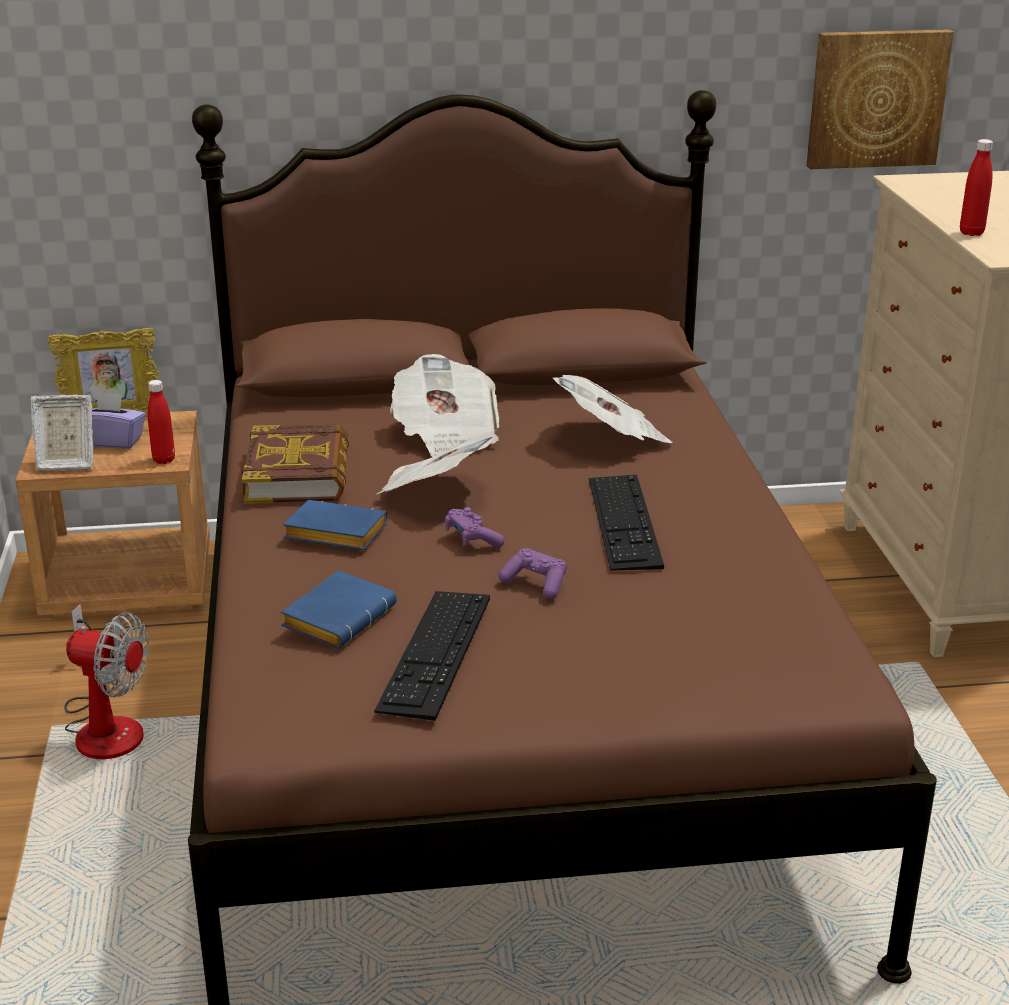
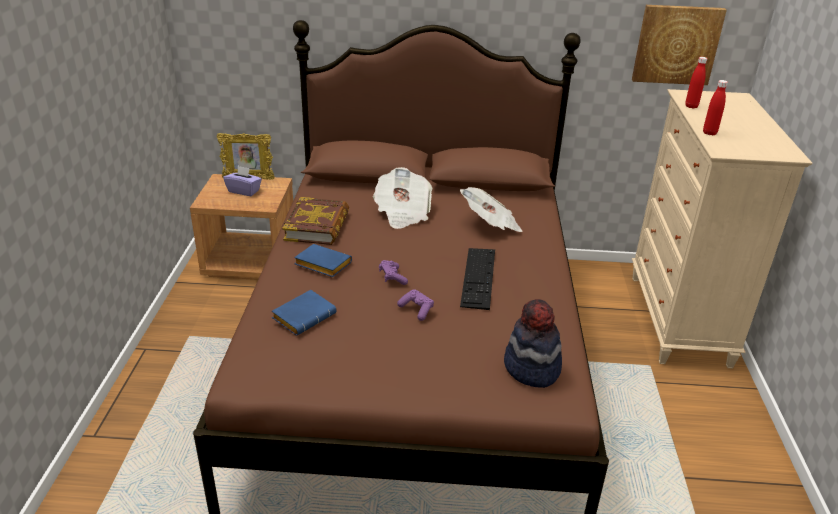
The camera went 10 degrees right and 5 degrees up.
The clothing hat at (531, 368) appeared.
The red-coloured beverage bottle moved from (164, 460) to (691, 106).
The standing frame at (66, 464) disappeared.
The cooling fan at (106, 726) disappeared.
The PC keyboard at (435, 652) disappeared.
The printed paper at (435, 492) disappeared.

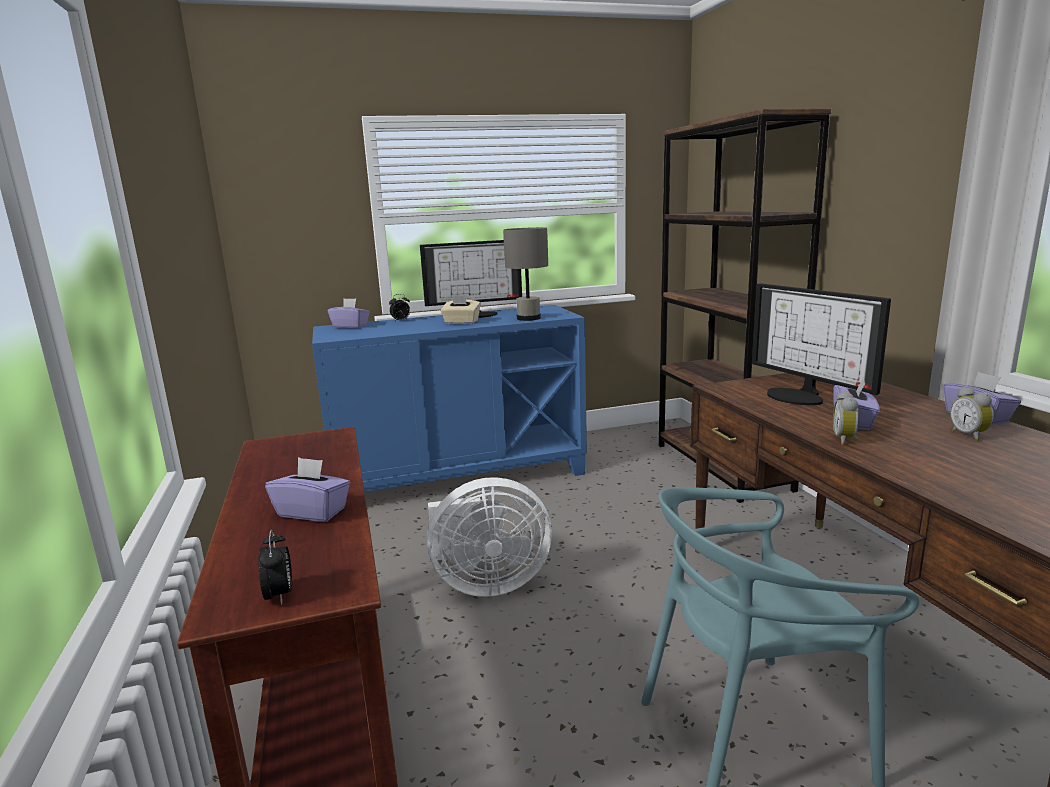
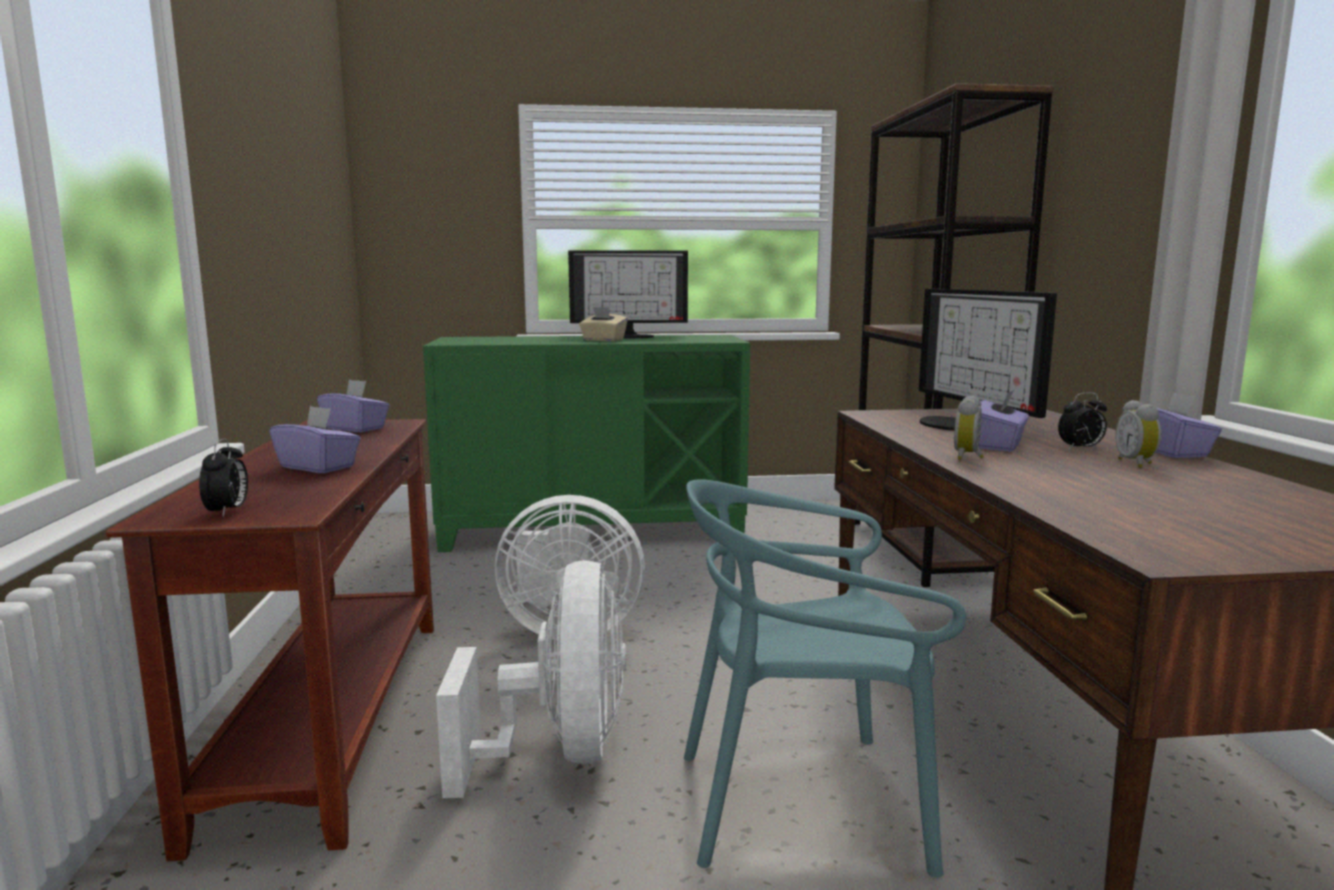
The camera went 10 degrees right and 5 degrees down.
The purplish tissue holder moved from (350, 326) to (355, 428).
The bluish cabinet at (459, 476) became the greenish cabinet at (593, 531).
The white cooling fan at (560, 752) appeared.
The table clock moved from (401, 321) to (1080, 449).
The gray tabletop lamp at (528, 318) disappeared.

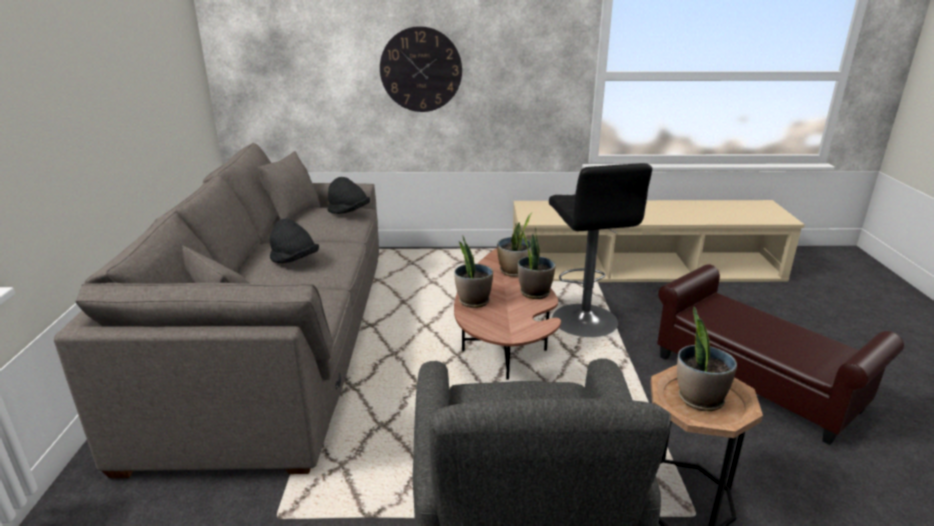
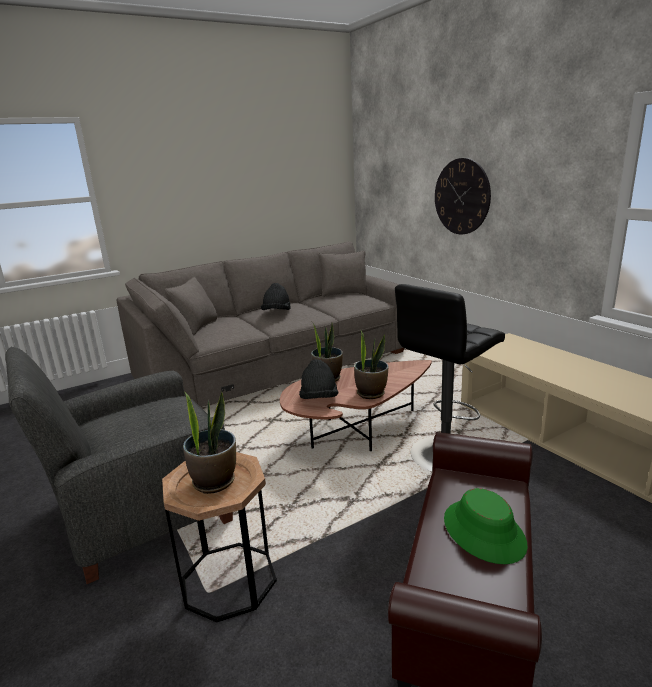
The camera went 60 degrees right and 5 degrees down.
The black-coloured clothing hat moved from (349, 212) to (319, 399).
The greenish clothing hat at (484, 531) appeared.
The potted plant at (513, 271) disappeared.

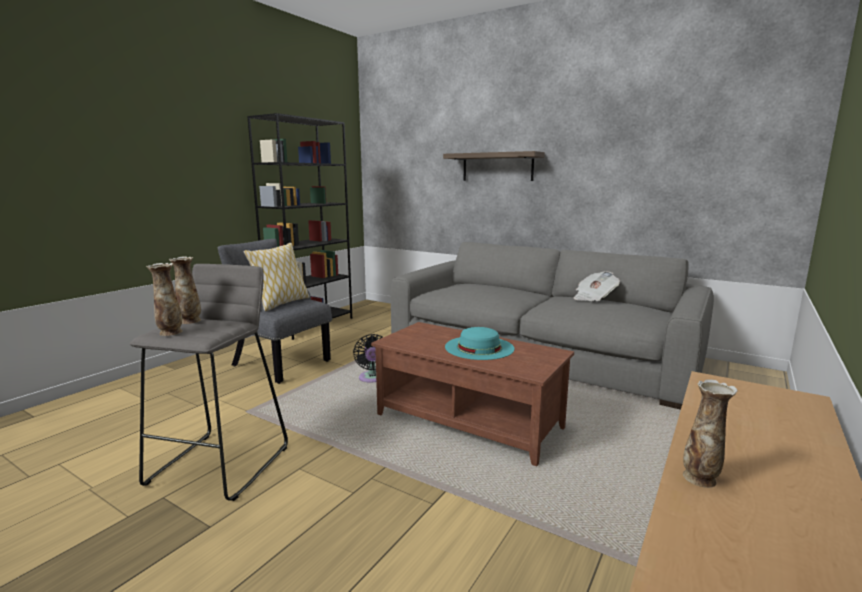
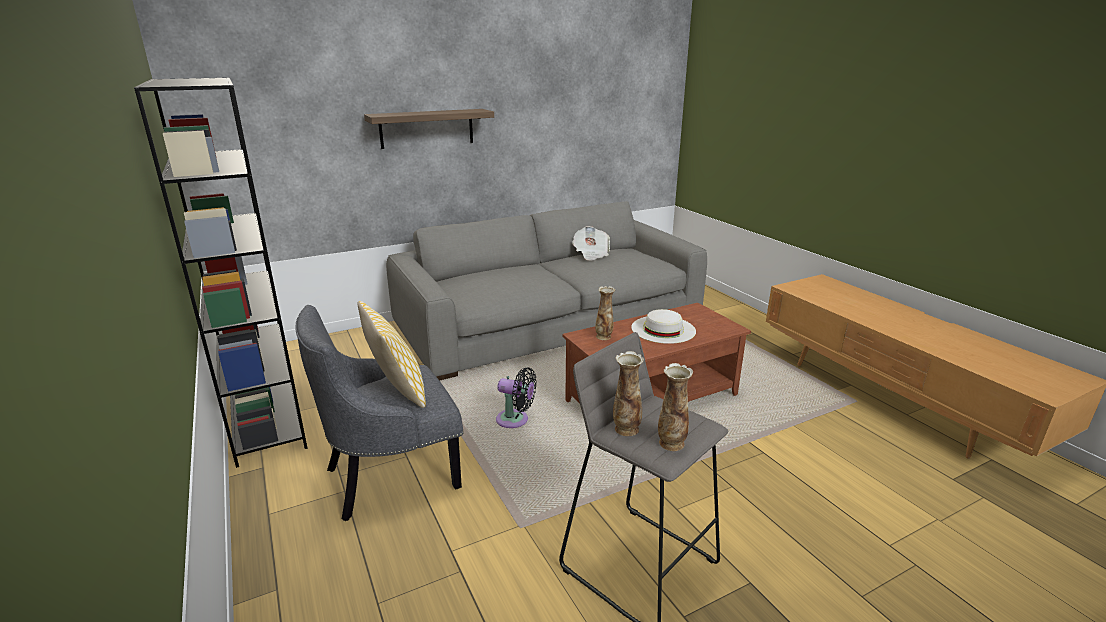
The camera went 60 degrees left and 10 degrees up.
The vase moved from (700, 479) to (604, 336).
The turquoise-coloured clothing hat at (479, 347) became the white clothing hat at (663, 329).

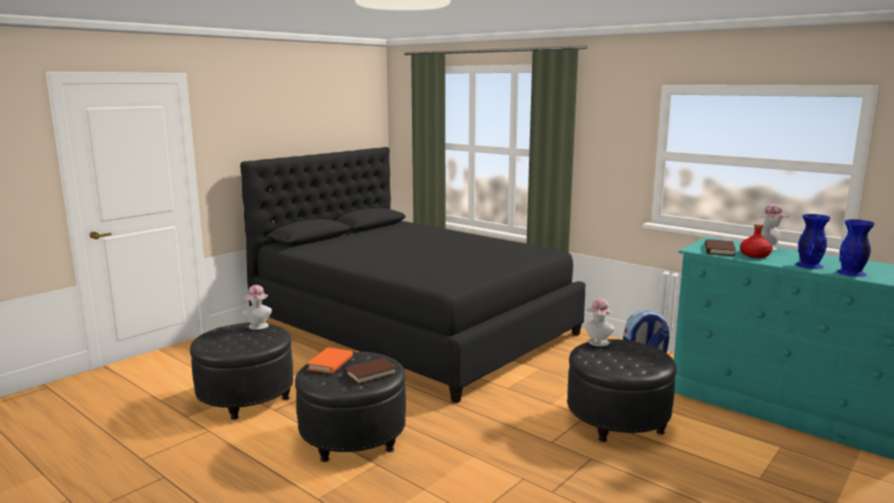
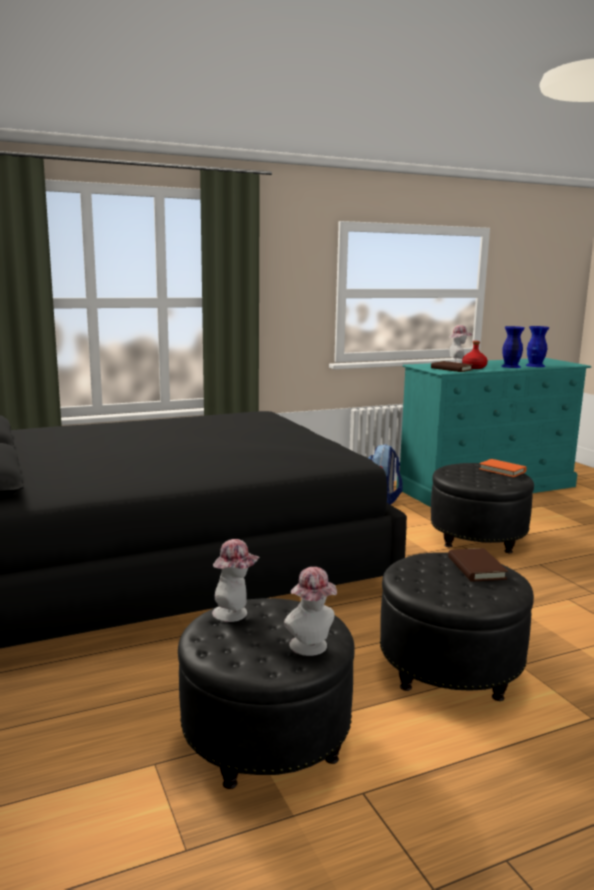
The camera went 65 degrees left and 0 degrees up.
The clothing hat moved from (597, 343) to (311, 648).
The orange-coloured volume moved from (330, 363) to (502, 470).

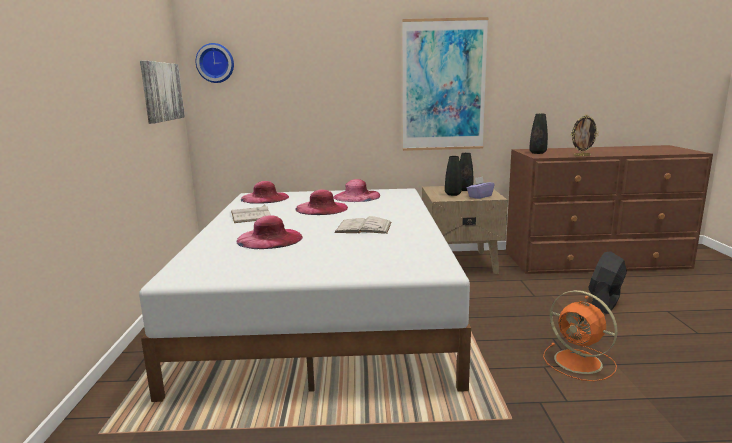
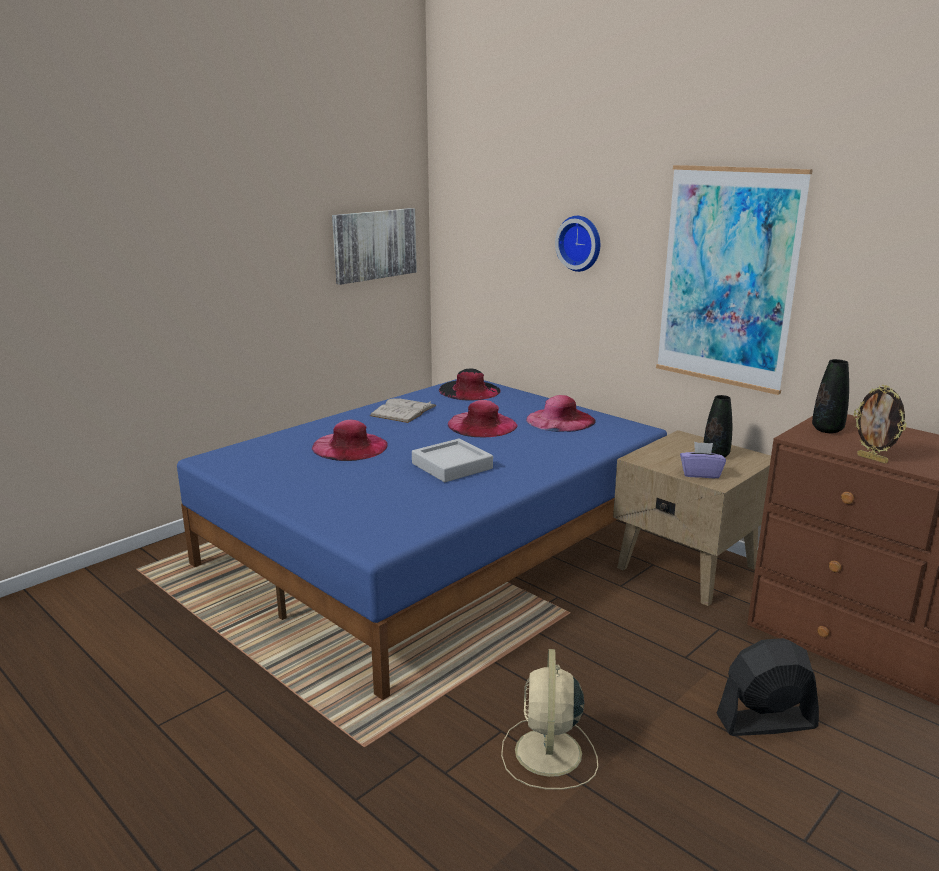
The camera went 45 degrees right and 5 degrees up.
The white bed at (324, 306) became the bluish bed at (436, 546).
The white volume at (363, 227) was replaced by the gray tray at (452, 466).
The pink clothing hat at (265, 198) became the black-coloured clothing hat at (469, 390).
The orange-coloured cooling fan at (580, 362) became the beige cooling fan at (548, 754).
The wall clock moved from (215, 63) to (580, 243).
The black-coloured vase at (453, 194) disappeared.

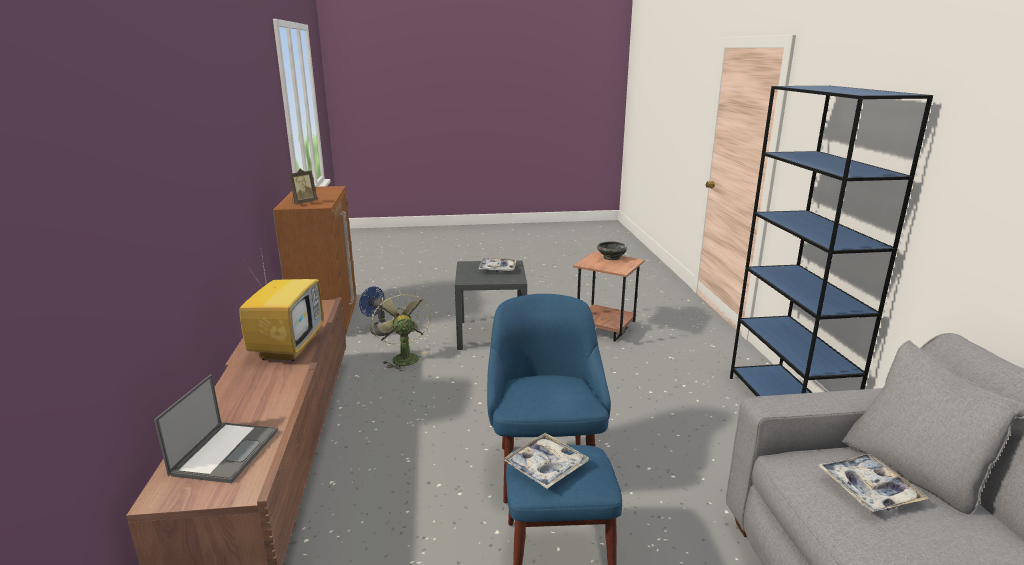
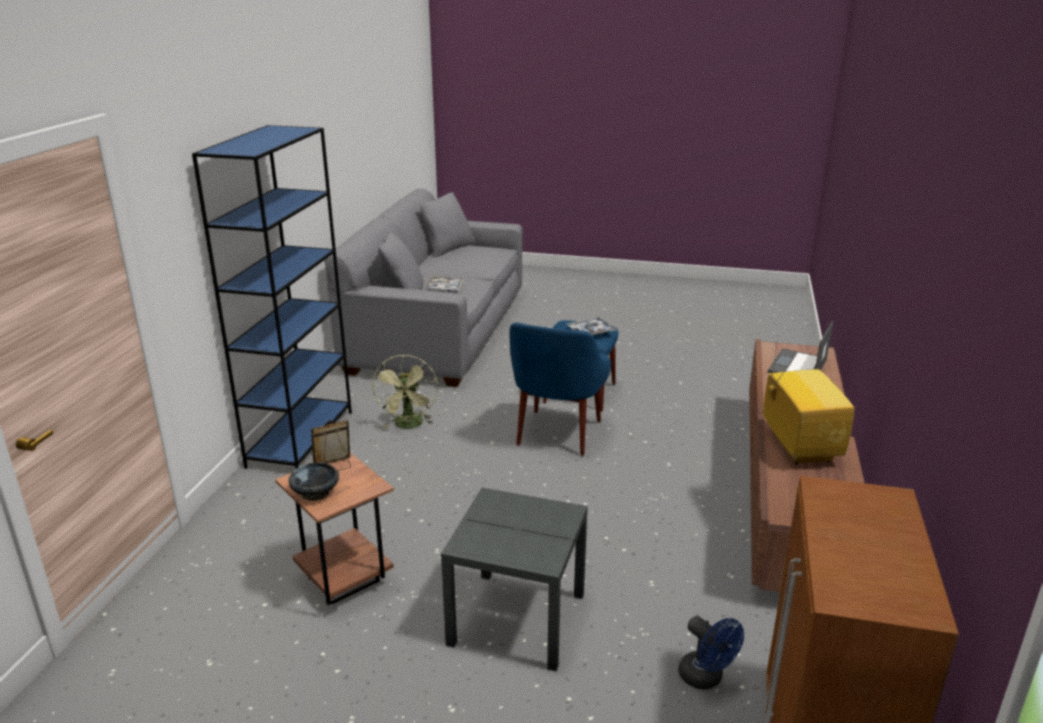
The camera went 160 degrees left and 5 degrees up.
The standing frame moved from (303, 203) to (334, 467).
The greenish cooling fan moved from (403, 357) to (409, 425).
The TV at (288, 347) turned 150 degrees clockwise.
The tray at (497, 269) disappeared.

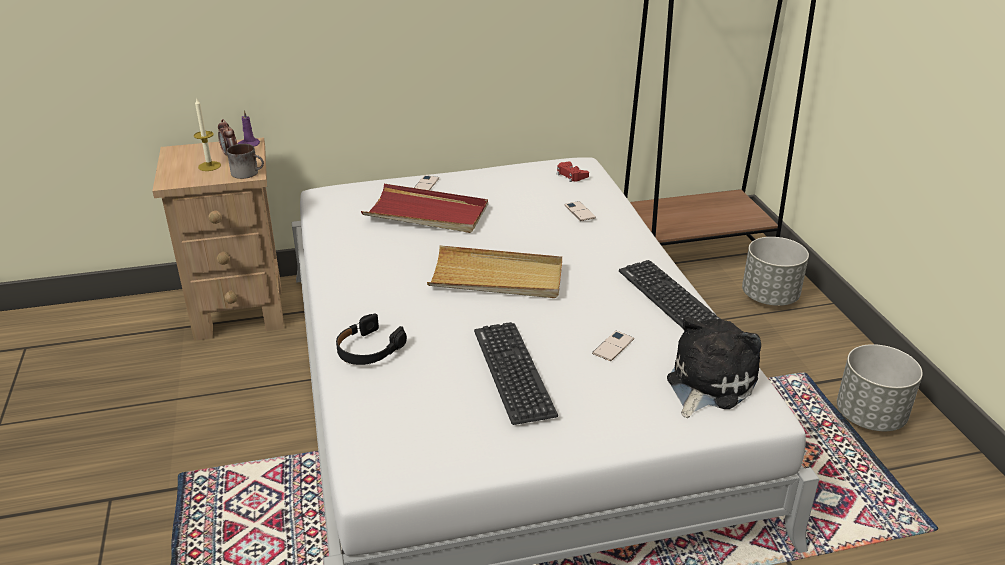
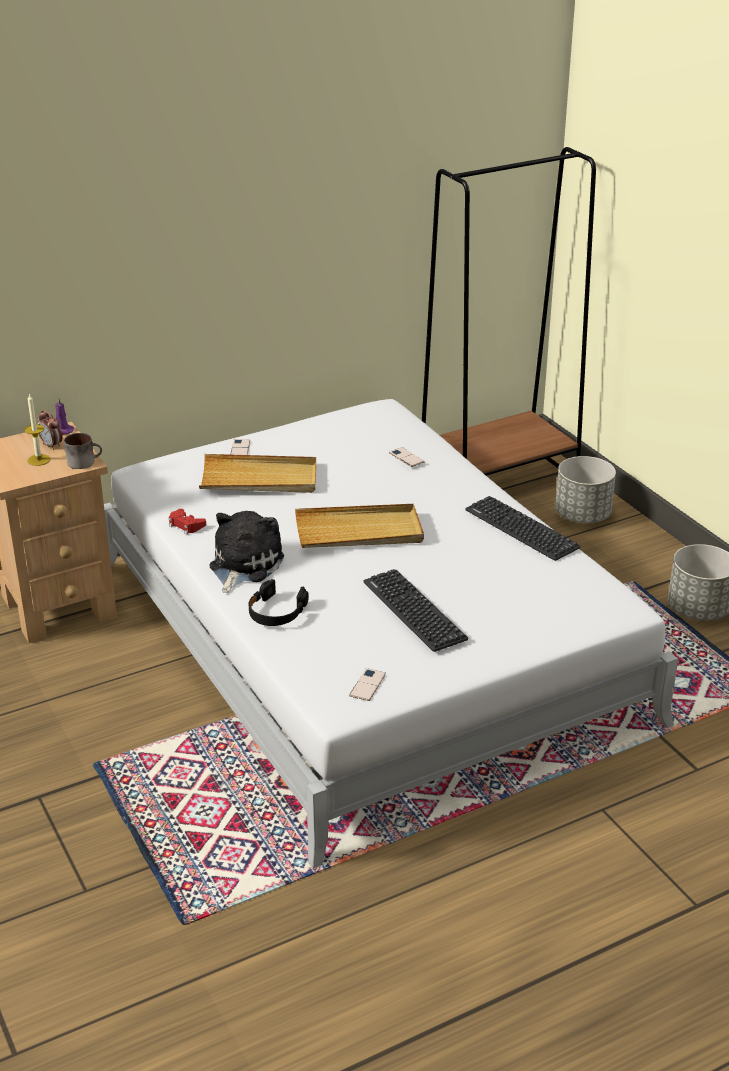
The camera went 15 degrees left and 0 degrees up.
The red-coloured joypad moved from (571, 175) to (186, 525).
The red-coloured tray at (427, 213) became the beige tray at (259, 479).
The soft toy moved from (707, 383) to (243, 565).
The handset moved from (613, 346) to (367, 685).

